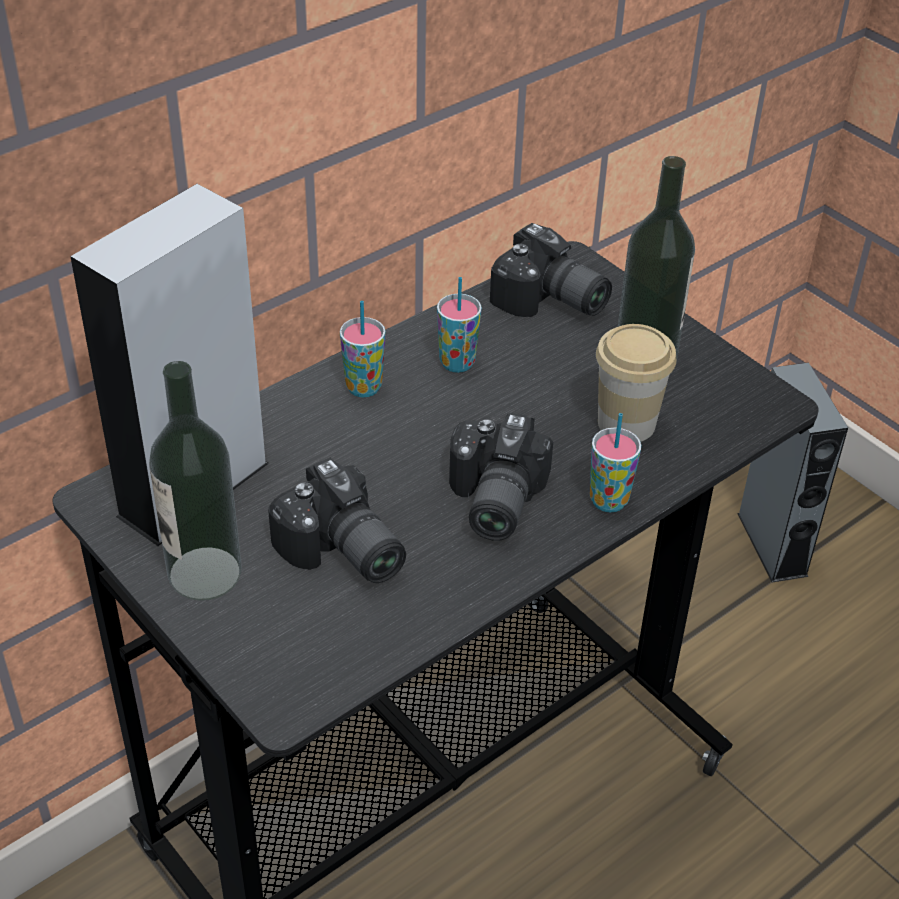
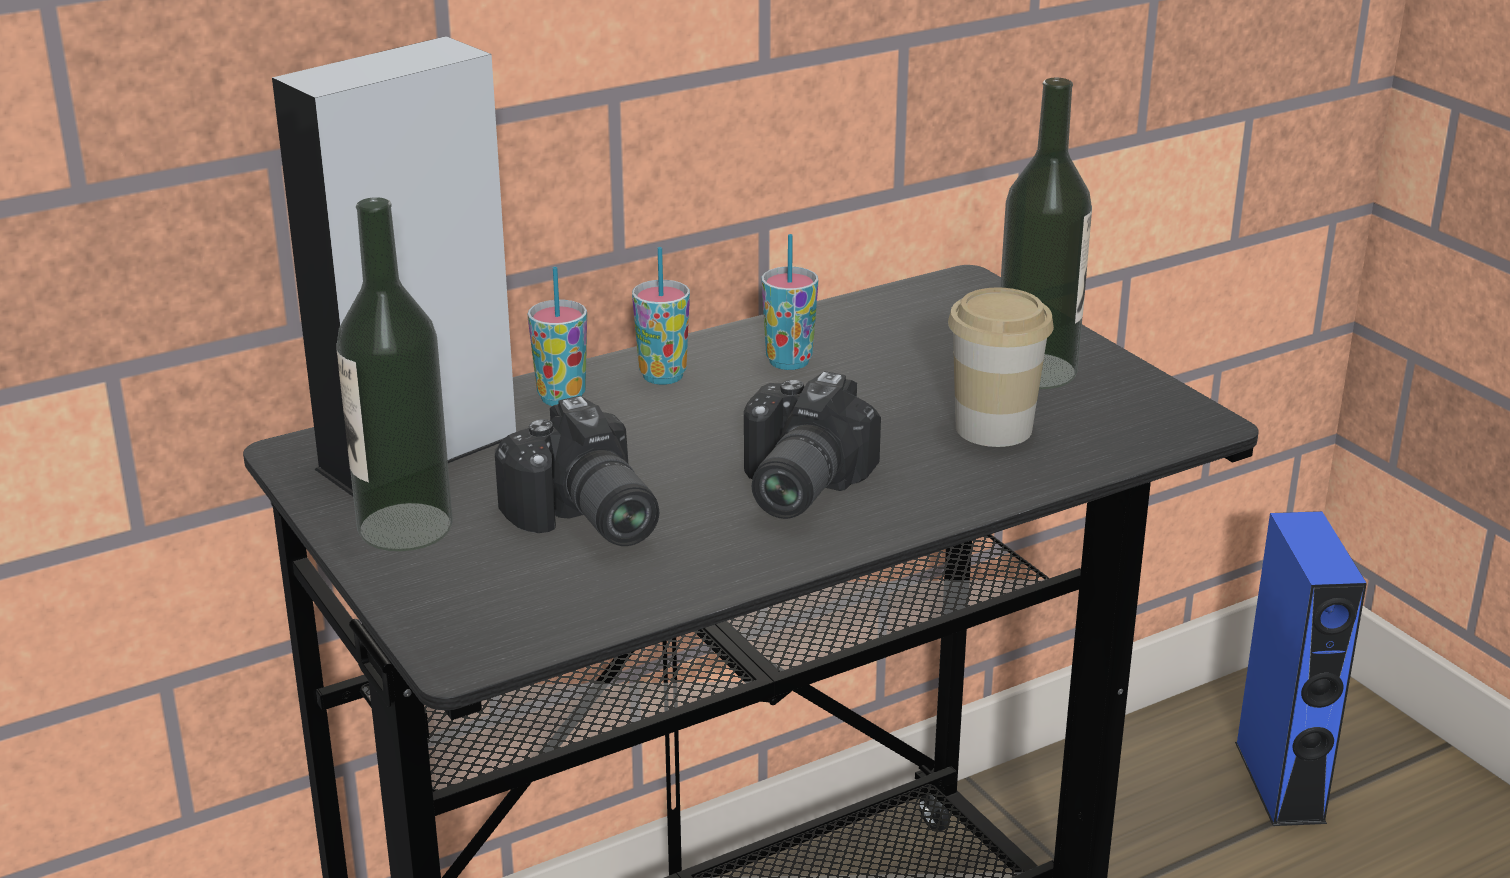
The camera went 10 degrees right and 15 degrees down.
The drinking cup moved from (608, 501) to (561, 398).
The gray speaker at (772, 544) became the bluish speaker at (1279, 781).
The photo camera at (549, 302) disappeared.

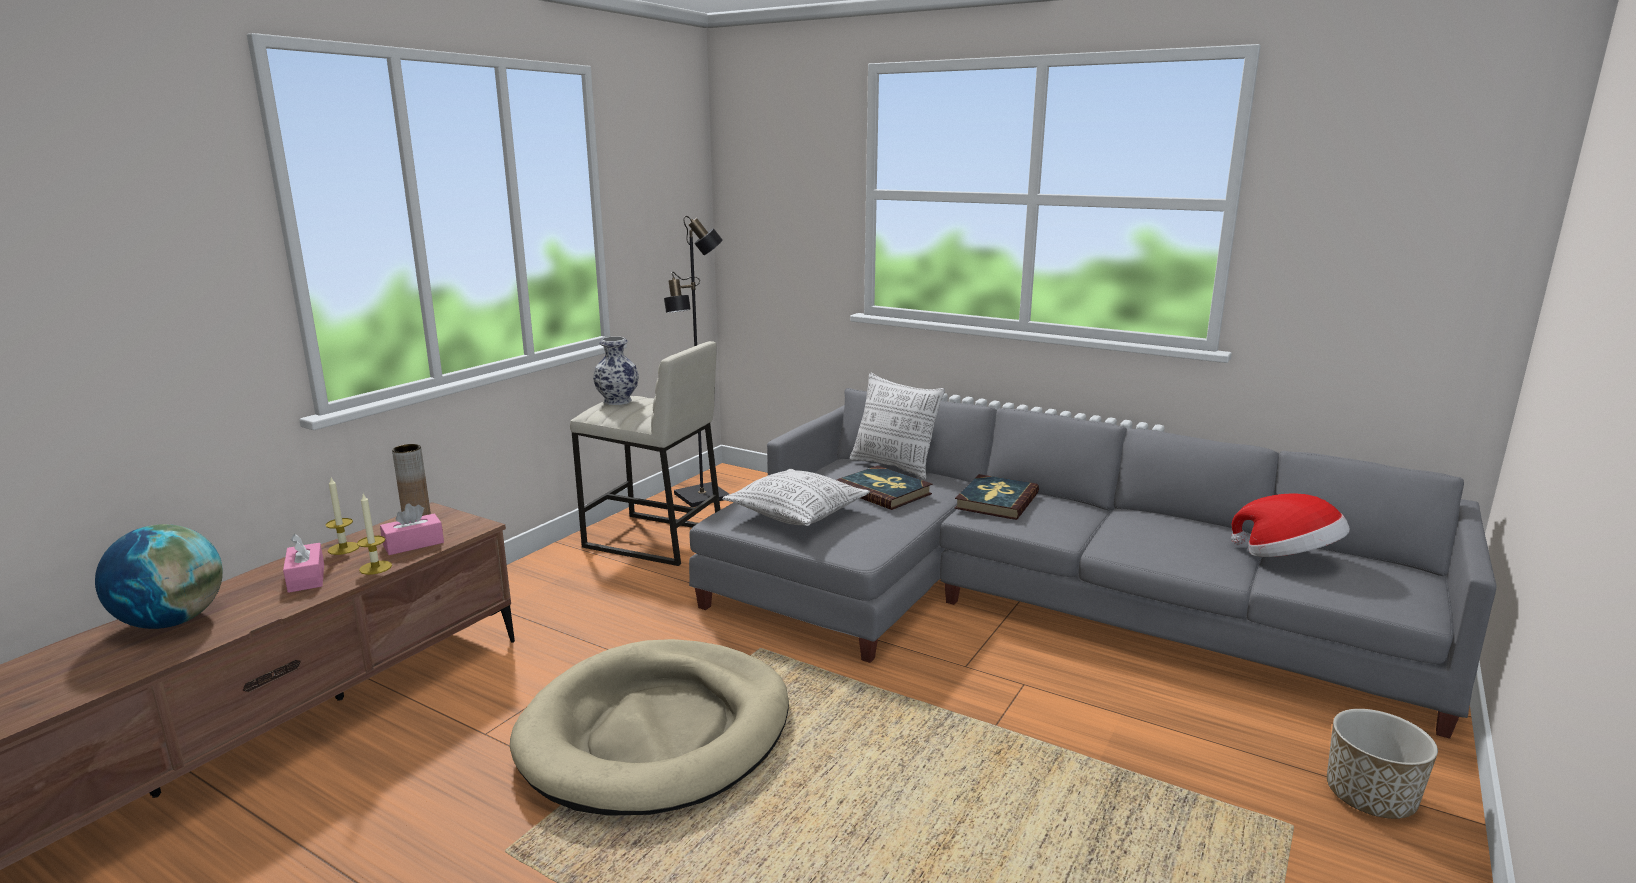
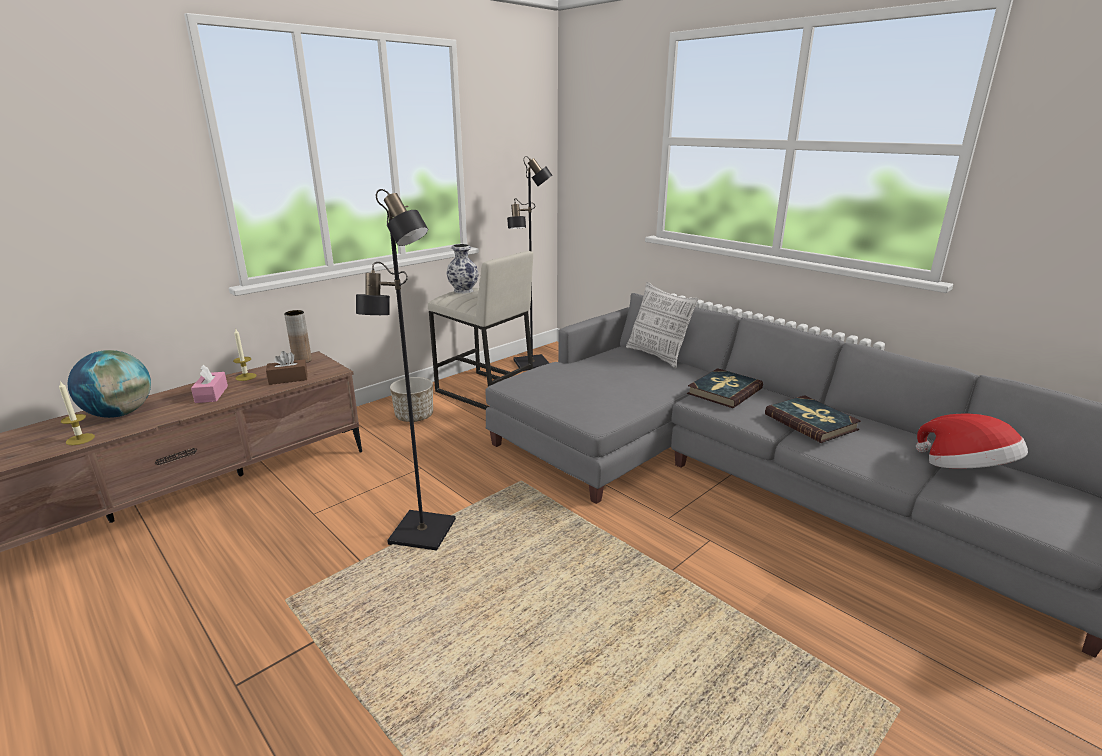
The camera went 15 degrees right and 5 degrees up.
The wax candle moved from (375, 567) to (80, 439).
The pink tissue holder at (413, 544) became the brown-coloured tissue holder at (288, 379).
The beige pet bed at (657, 732) was replaced by the black-coloured standard lamp at (422, 532).
The flower pot moved from (1369, 797) to (414, 416).
The volume moved from (883, 492) to (811, 422).
The throw pillow at (797, 513) disappeared.

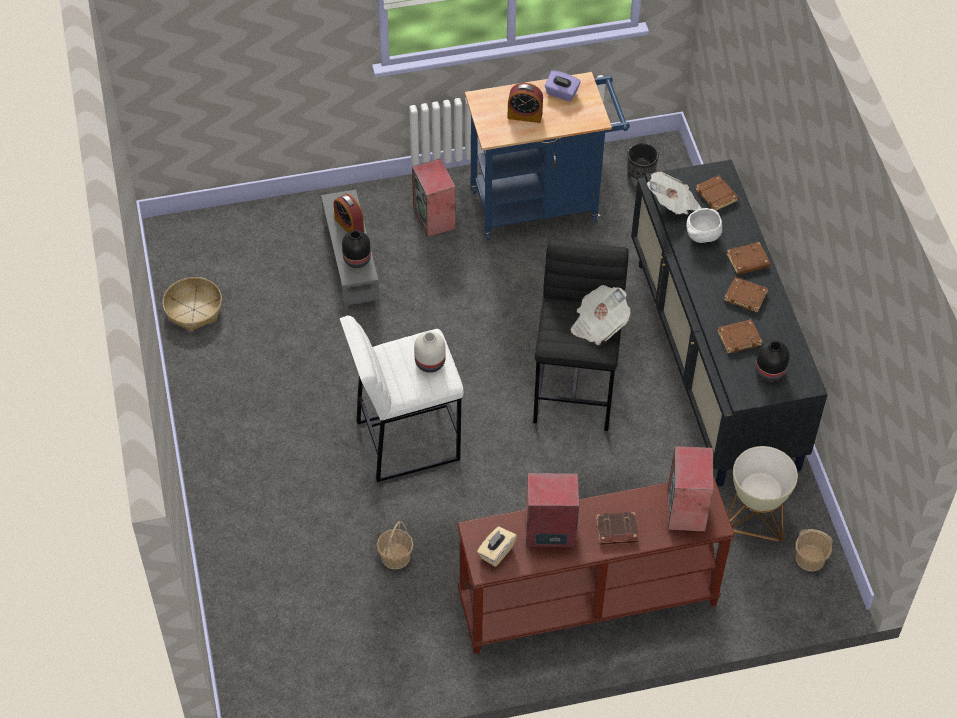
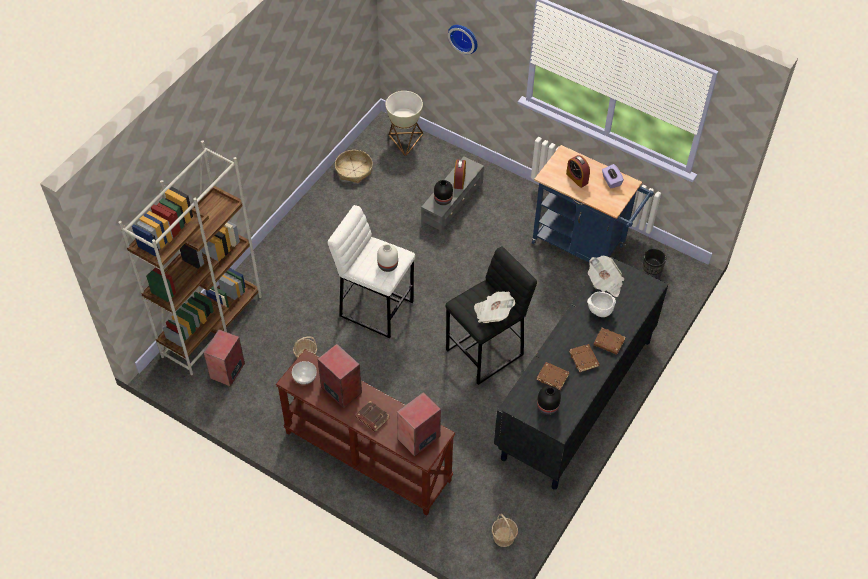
The camera went 45 degrees right and 0 degrees up.
The brown-coloured shelving unit at (212, 326) appeared.
The speaker moved from (435, 219) to (227, 371).
The beige tissue holder at (496, 552) was replaced by the bowl at (304, 377).
The flower pot moved from (753, 520) to (405, 140).
The wall clock at (464, 37) appeared.
The brown-coloured volume at (717, 195) disappeared.

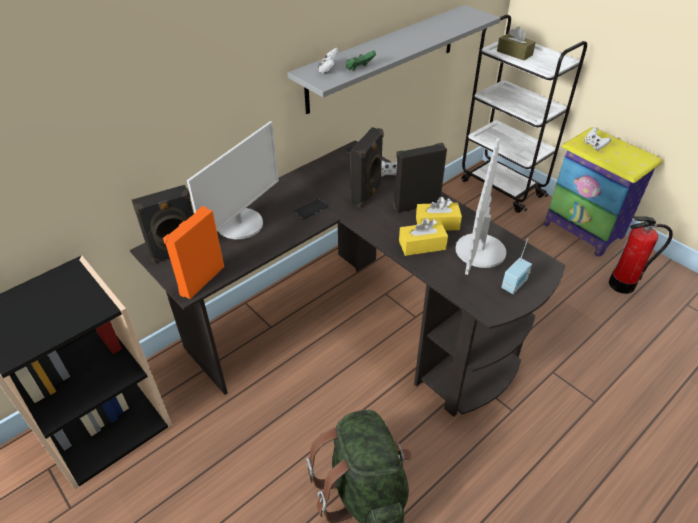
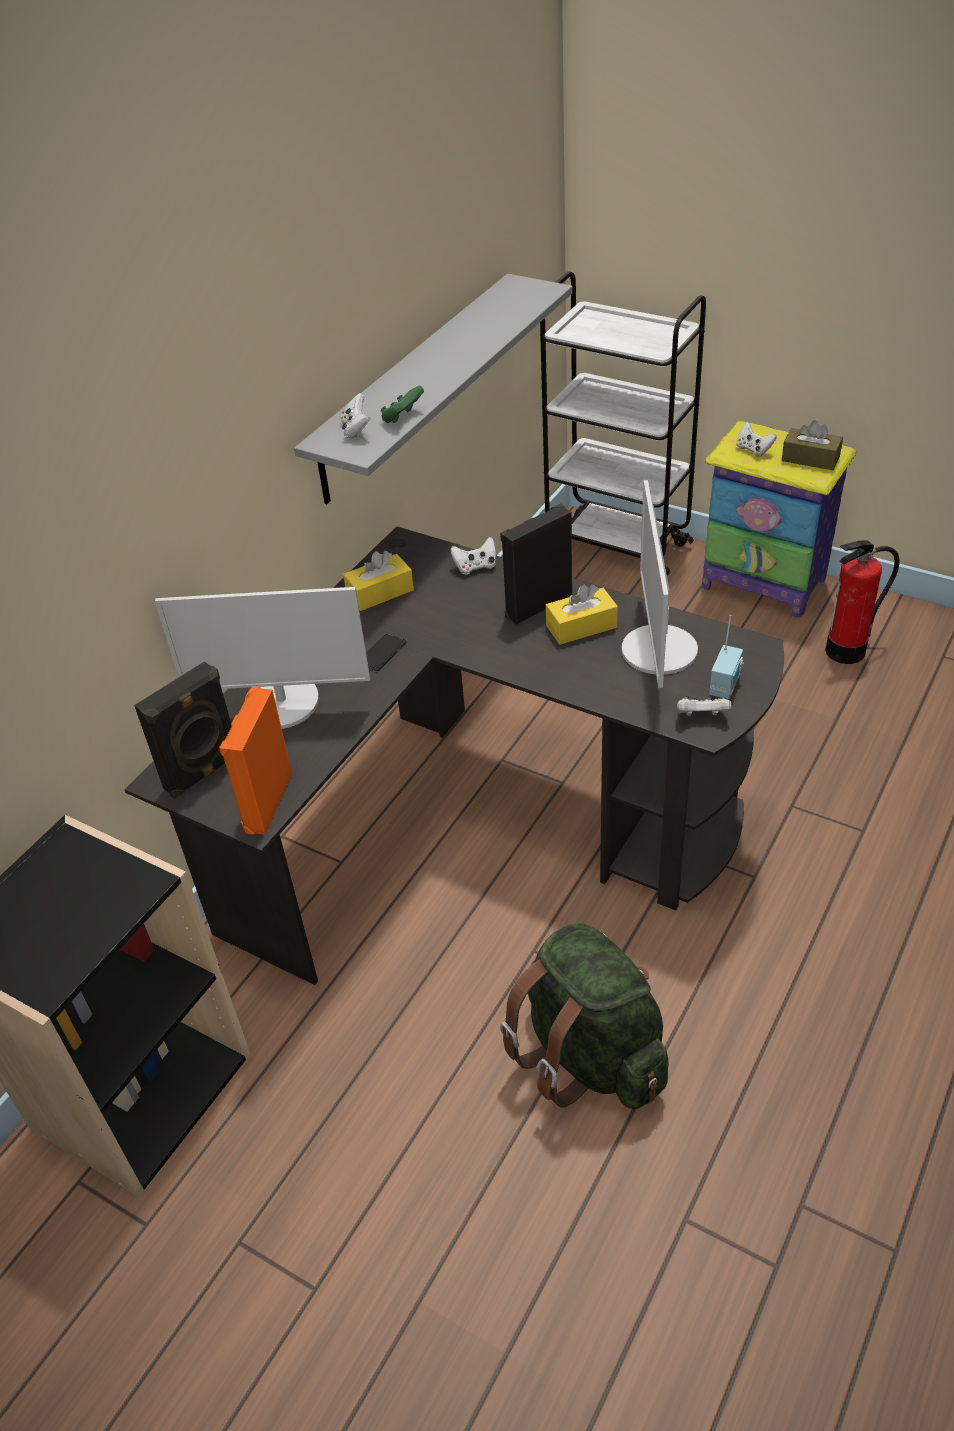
The camera went 15 degrees left and 0 degrees up.
The monitor at (240, 224) turned 75 degrees clockwise.
The yellow-coloured tissue holder moved from (422, 245) to (380, 592).
The white joypad at (701, 716) appeared.
The brown-coloured tissue holder moved from (514, 53) to (810, 458).
The black-coloured speaker at (367, 194) disappeared.

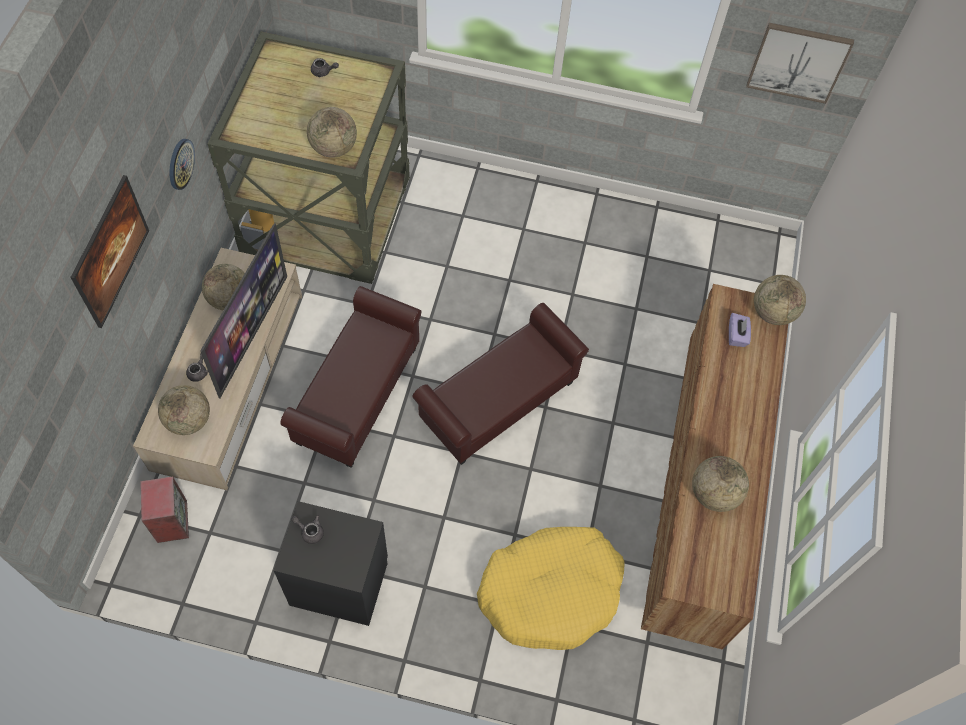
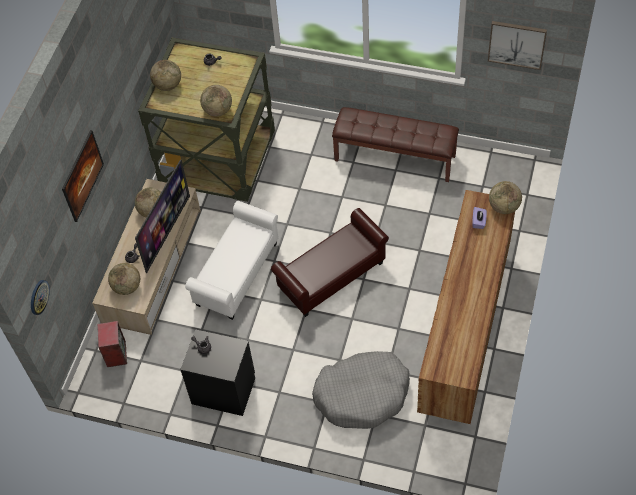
The camera went 10 degrees right and 5 degrees down.
The wall clock moved from (180, 164) to (39, 297).
The desk globe moved from (713, 494) to (168, 85).
The brown-coloured ottoman at (357, 395) became the white ottoman at (237, 274).
The yellow-coloured pet bed at (551, 591) became the gray pet bed at (362, 394).
The brown-coloured indoor bench at (395, 157) appeared.

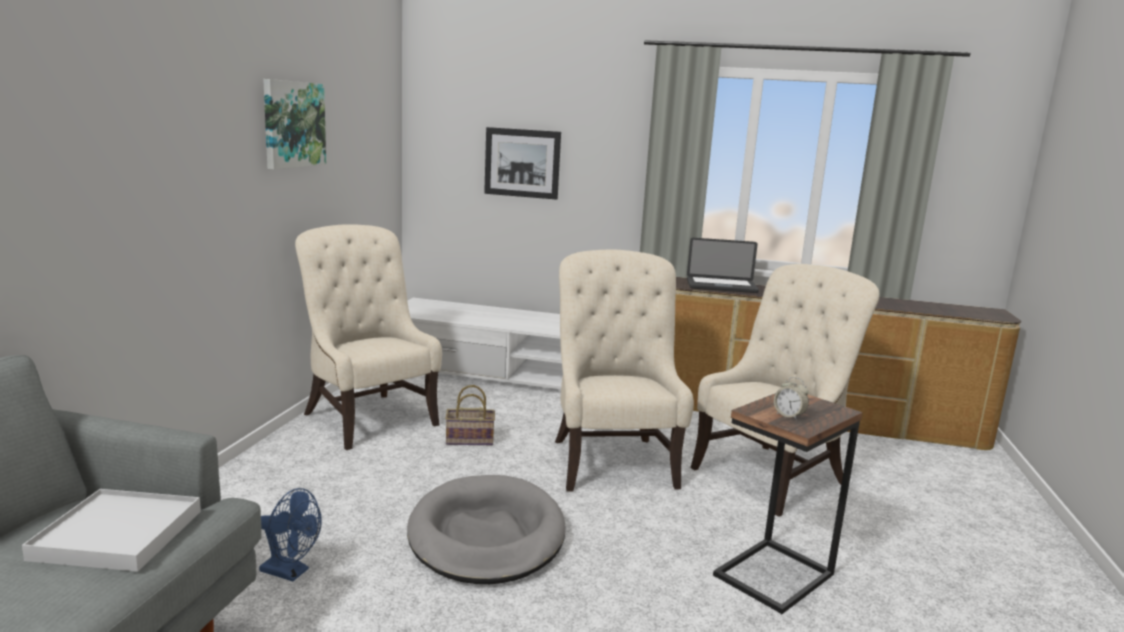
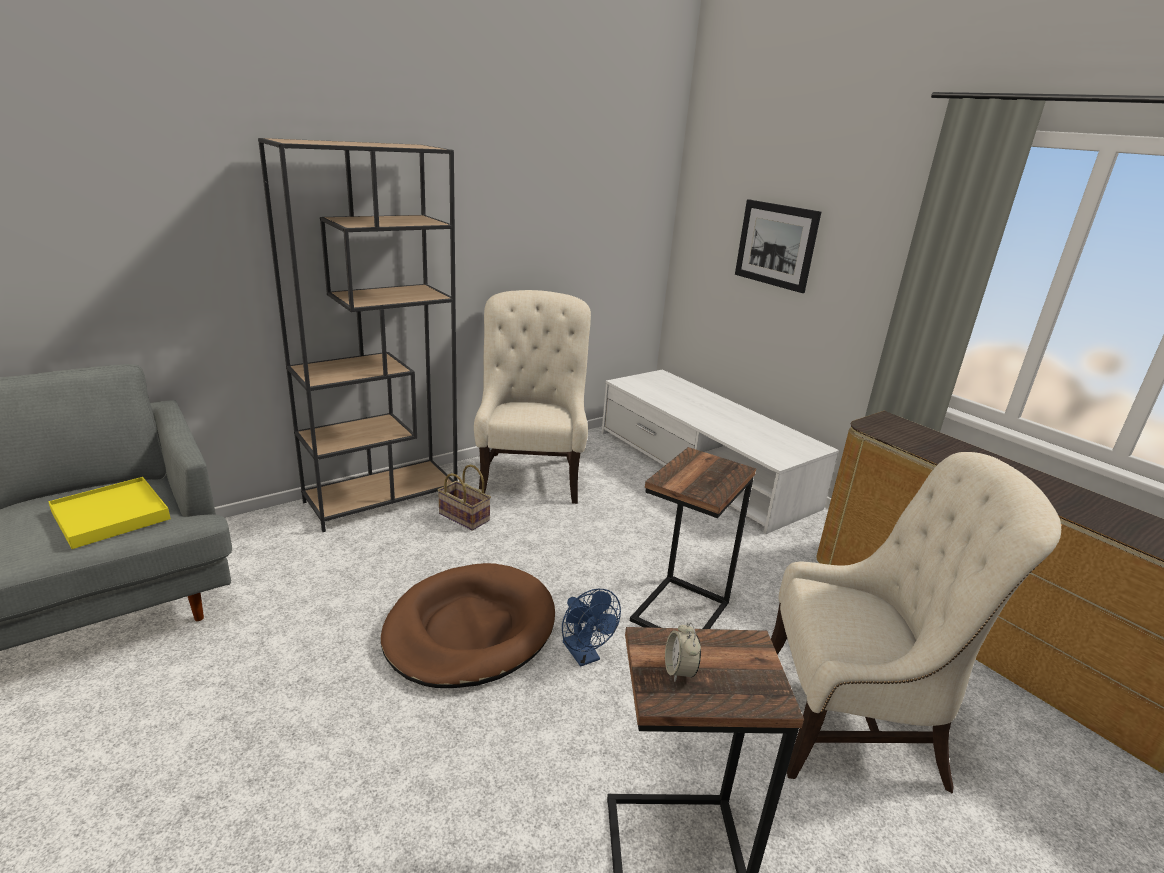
The camera went 40 degrees right and 10 degrees up.
The white tray at (117, 535) became the yellow-coloured tray at (111, 515).
The shelving unit at (382, 498) appeared.
The gray pet bed at (486, 535) became the brown-coloured pet bed at (470, 629).
The basket moved from (468, 440) to (462, 517).
The bluish cooling fan moved from (290, 572) to (584, 656).
The beige lounge chair at (611, 462) was replaced by the end table at (682, 612).
The wall picture at (293, 124) disappeared.
The laptop at (721, 286) disappeared.

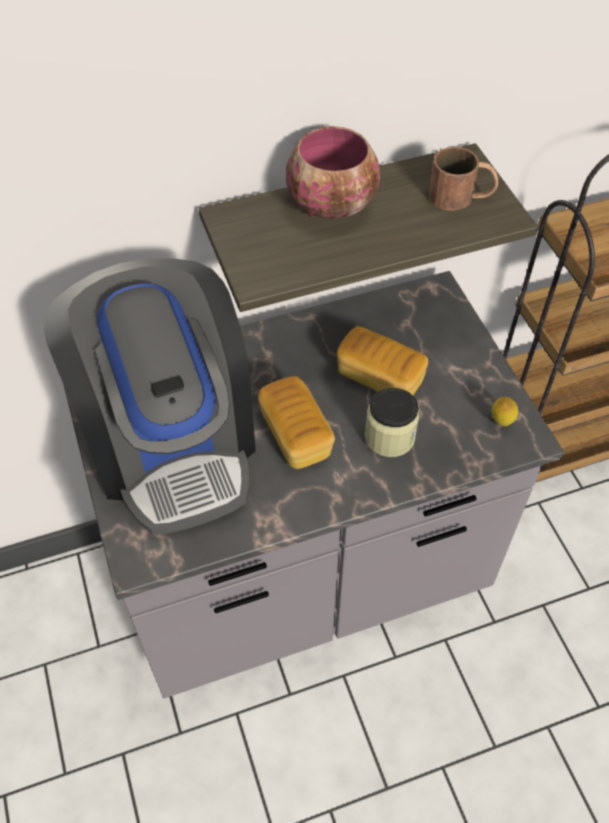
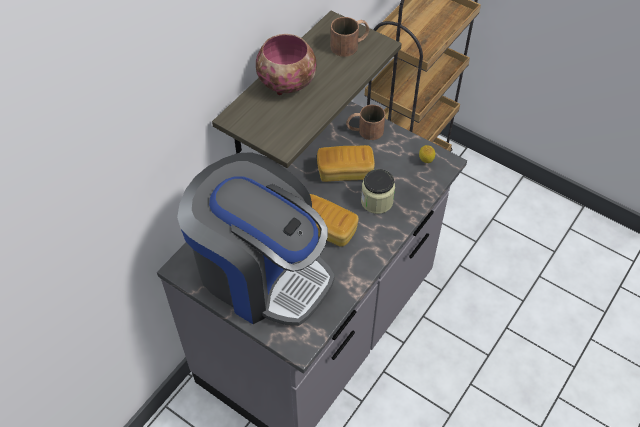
The camera went 35 degrees left and 0 degrees up.
The brown-coloured mug at (364, 130) appeared.

